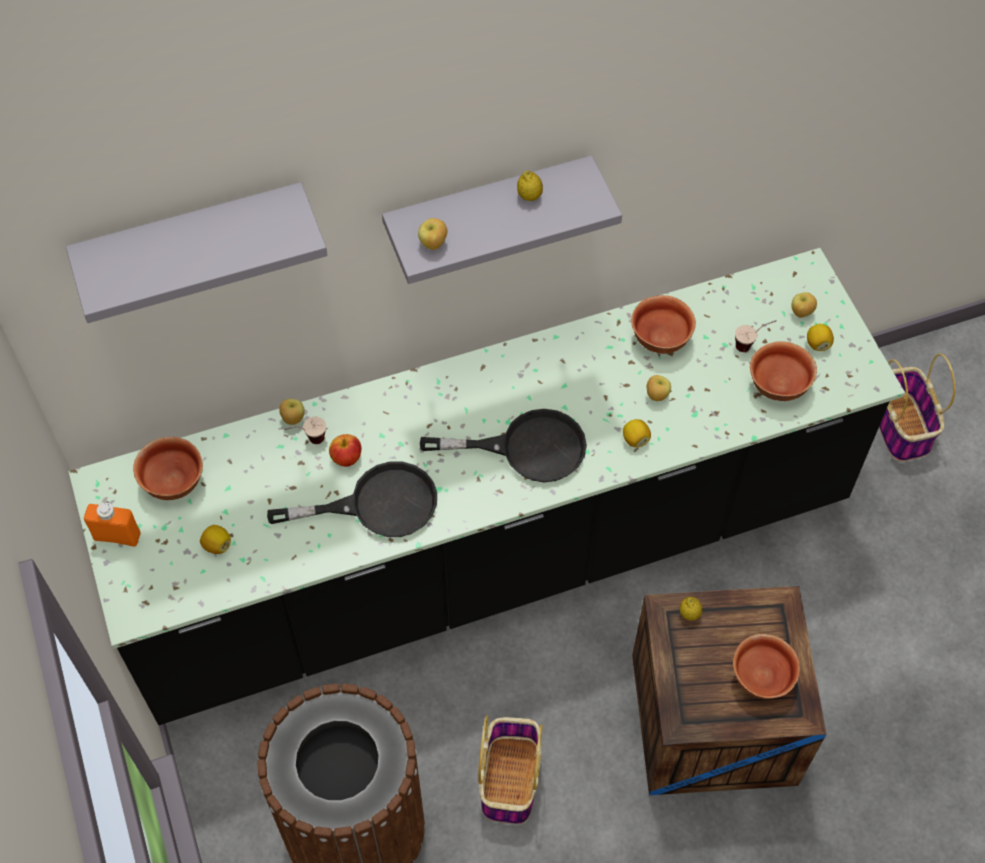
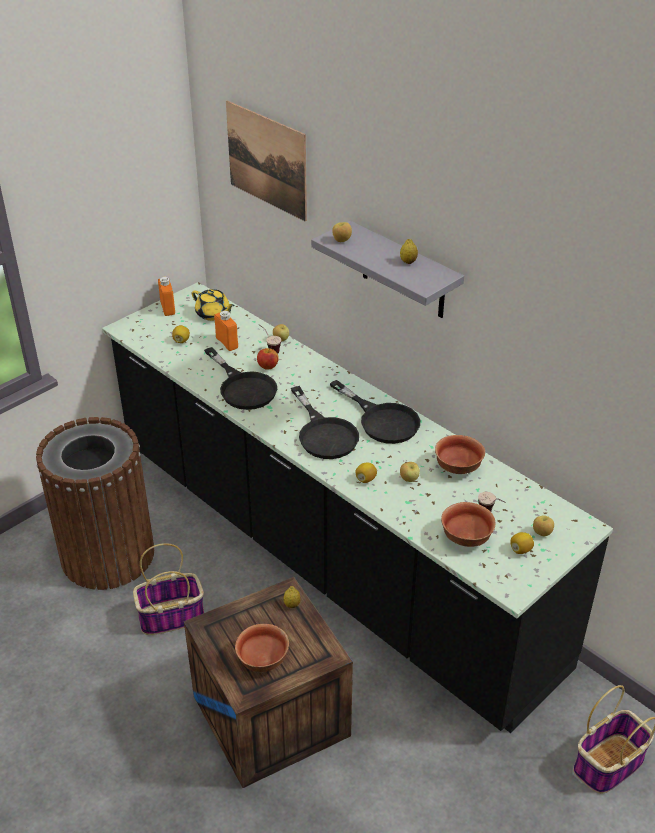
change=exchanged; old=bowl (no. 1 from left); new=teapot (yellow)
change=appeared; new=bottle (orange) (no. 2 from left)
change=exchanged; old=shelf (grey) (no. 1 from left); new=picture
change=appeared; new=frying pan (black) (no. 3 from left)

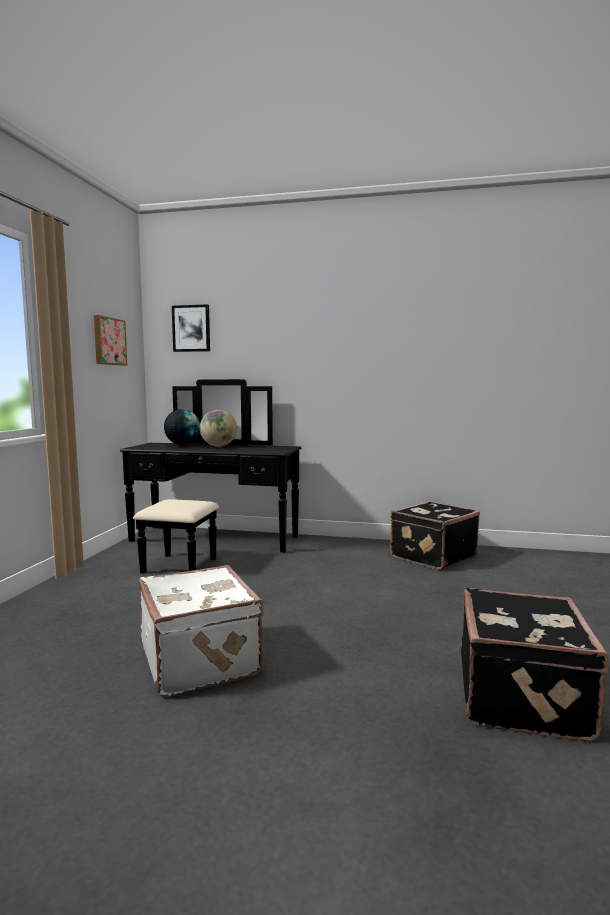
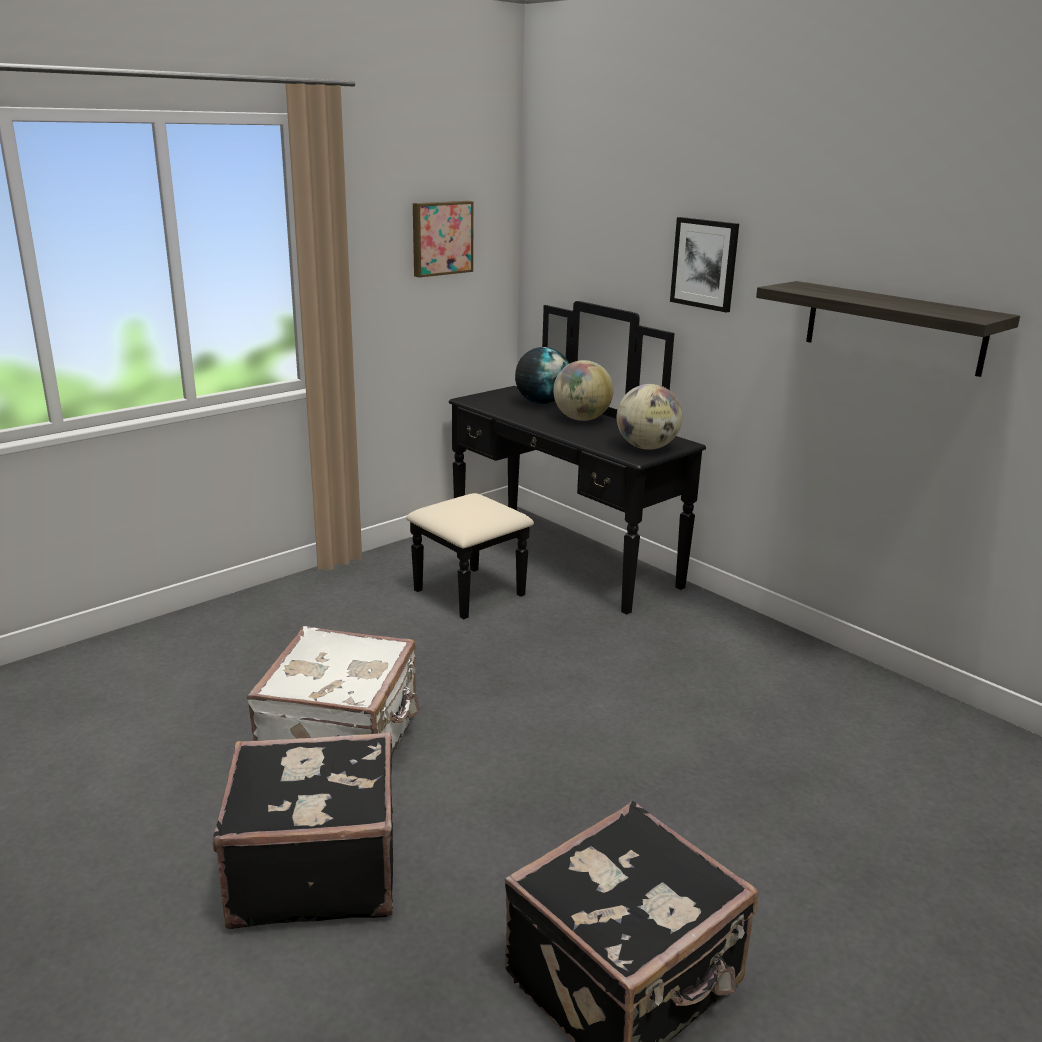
change=relocated; old=suitcase (black) (no. 1 from left)
change=appeared; new=globe (no. 3 from left)
change=relocated; old=picture (no. 2 from left)
change=appeared; new=shelf

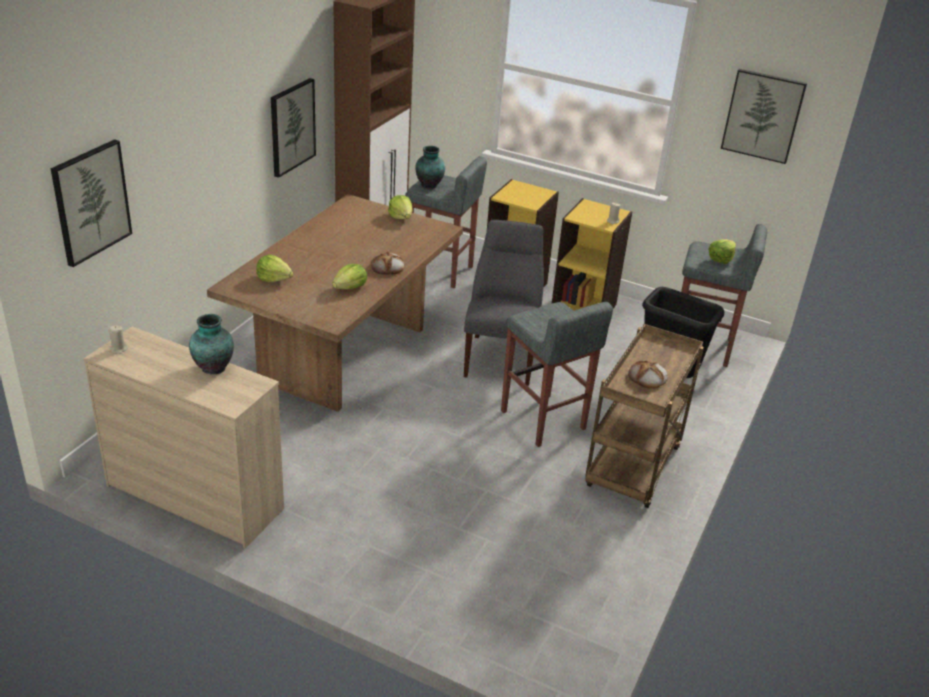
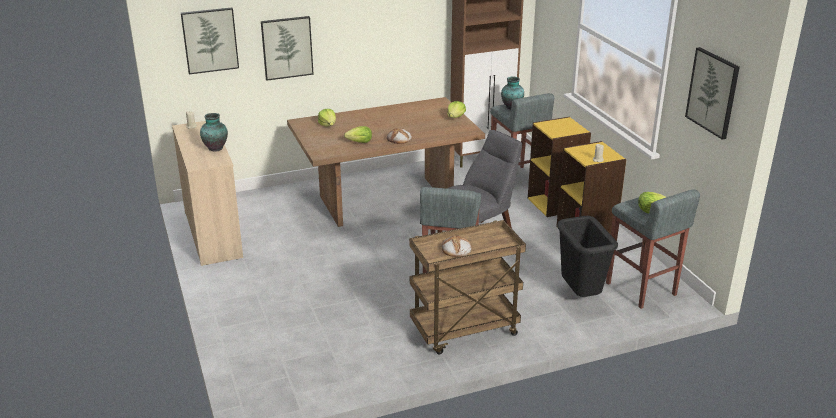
change=relocated; old=picture (no. 2 from left)

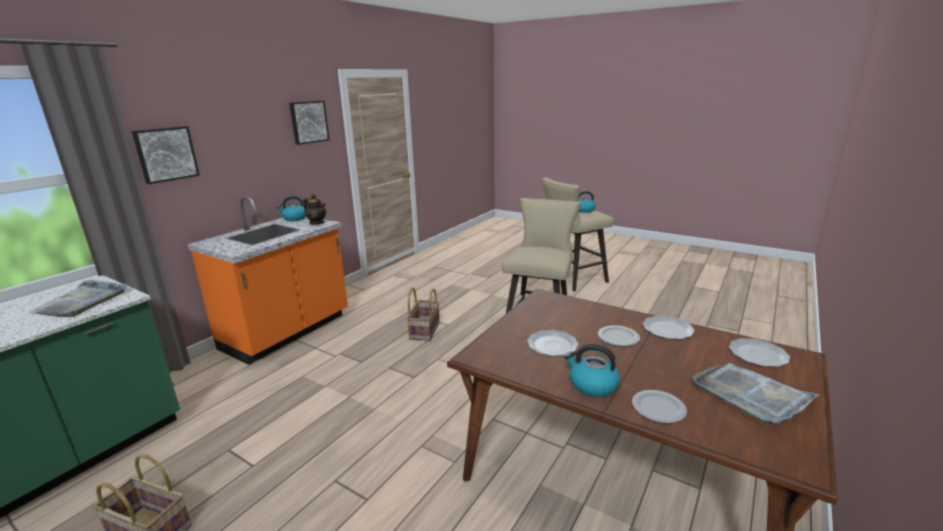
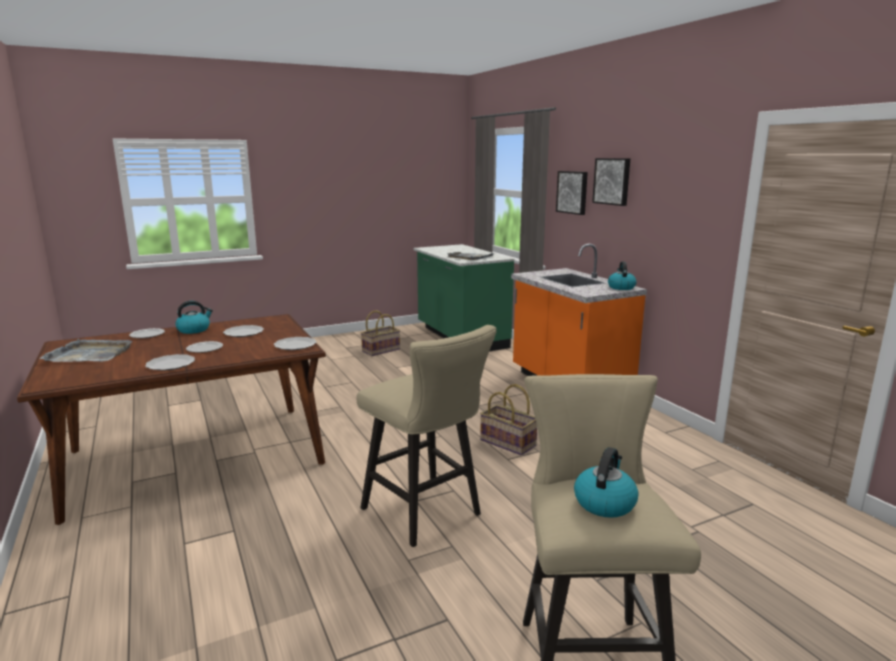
change=relocated; old=plate (no. 5 from left)
change=relocated; old=picture (no. 2 from left)
change=missing; old=teapot

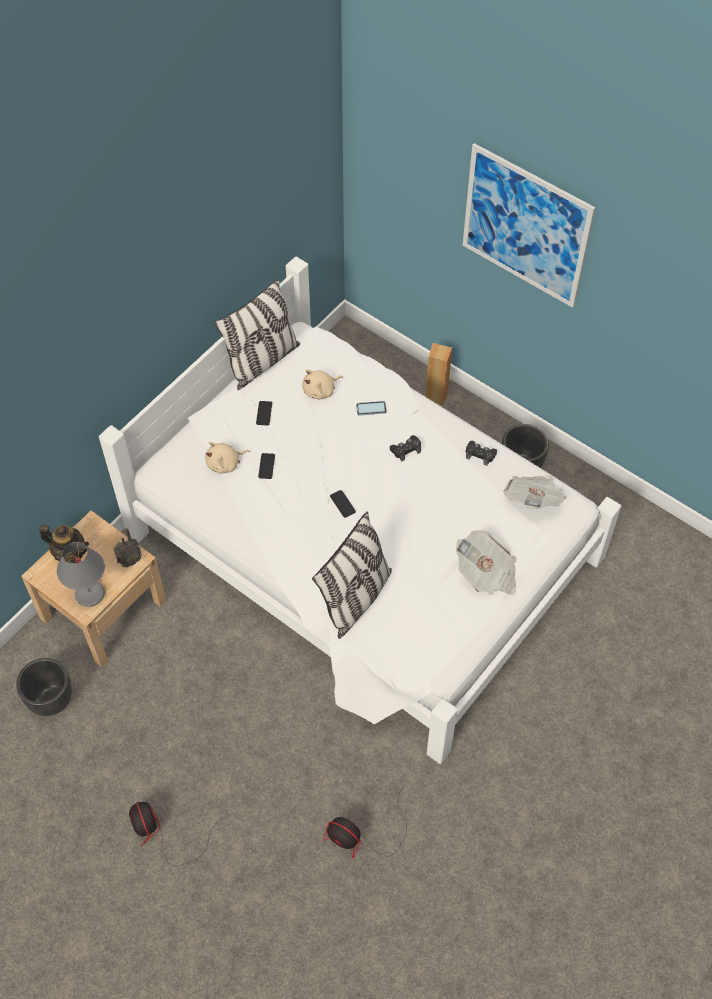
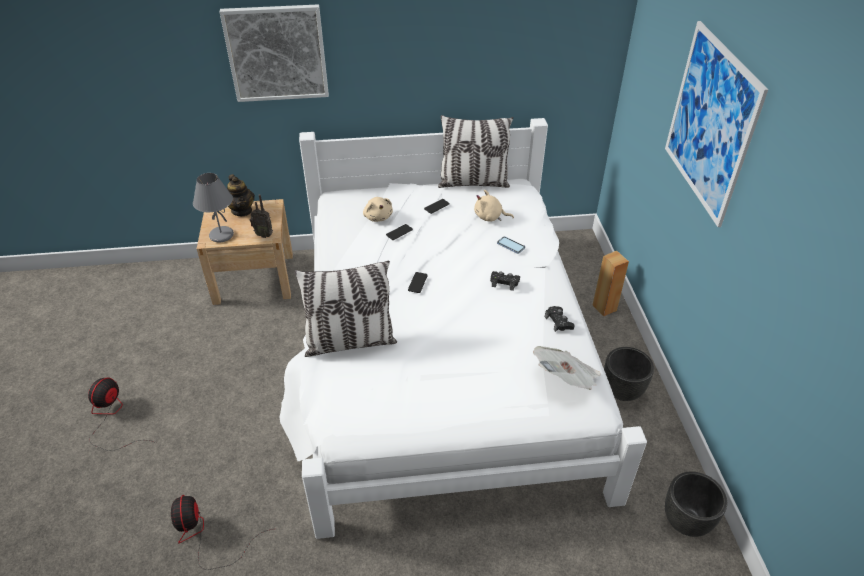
change=appeared; new=picture (no. 1 from left)
change=spun; old=plush toy (beige) (no. 1 from left); degrees=-135
change=relocated; old=planter (black) (no. 1 from left in the first image); new=planter (black) (no. 2 from left)
change=missing; old=newspaper (no. 1 from left)

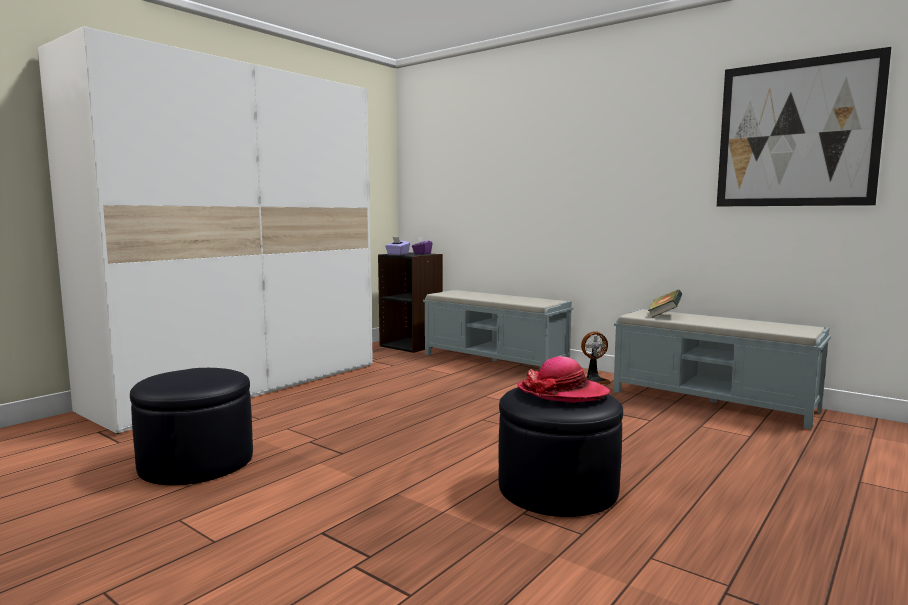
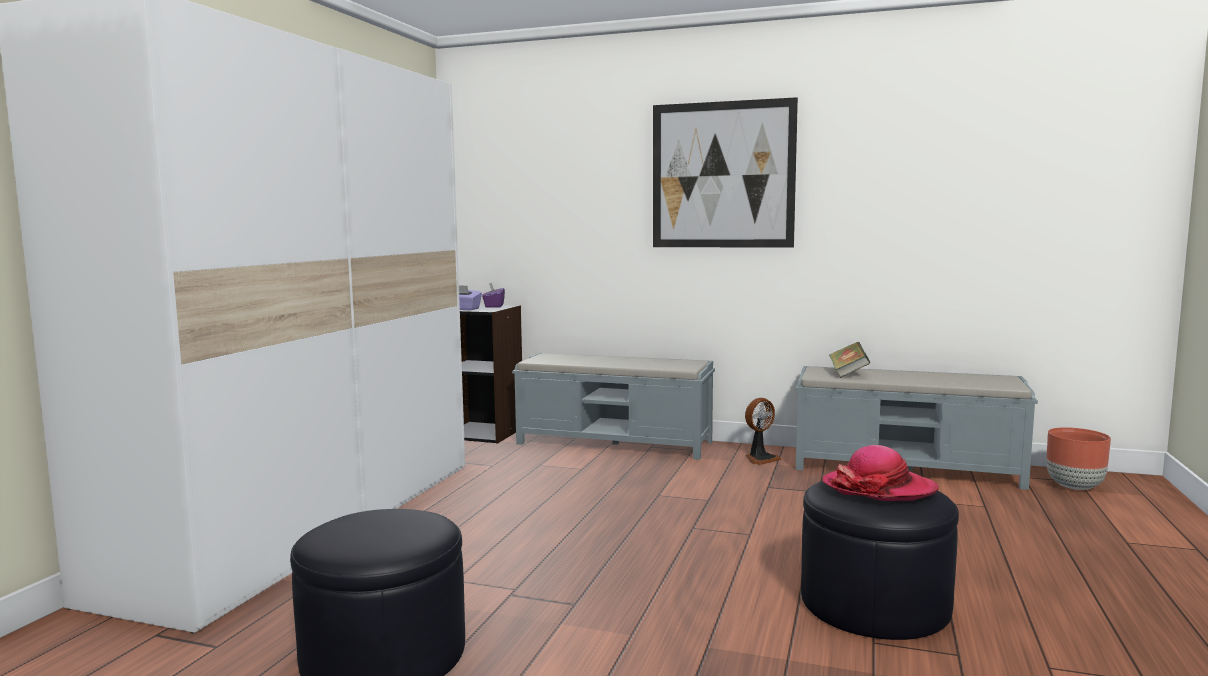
change=relocated; old=picture
change=appeared; new=planter (brown)

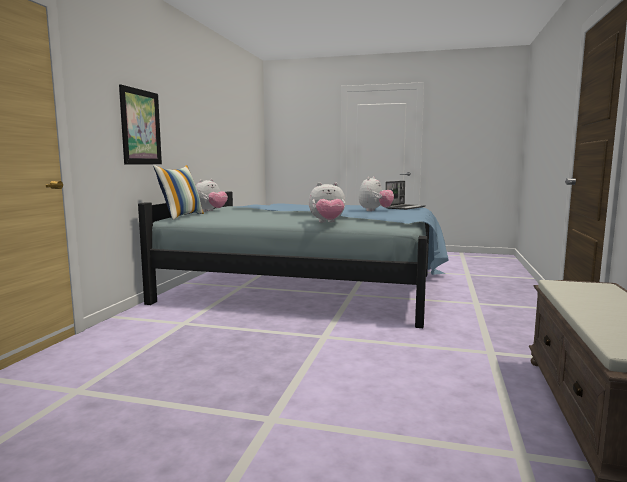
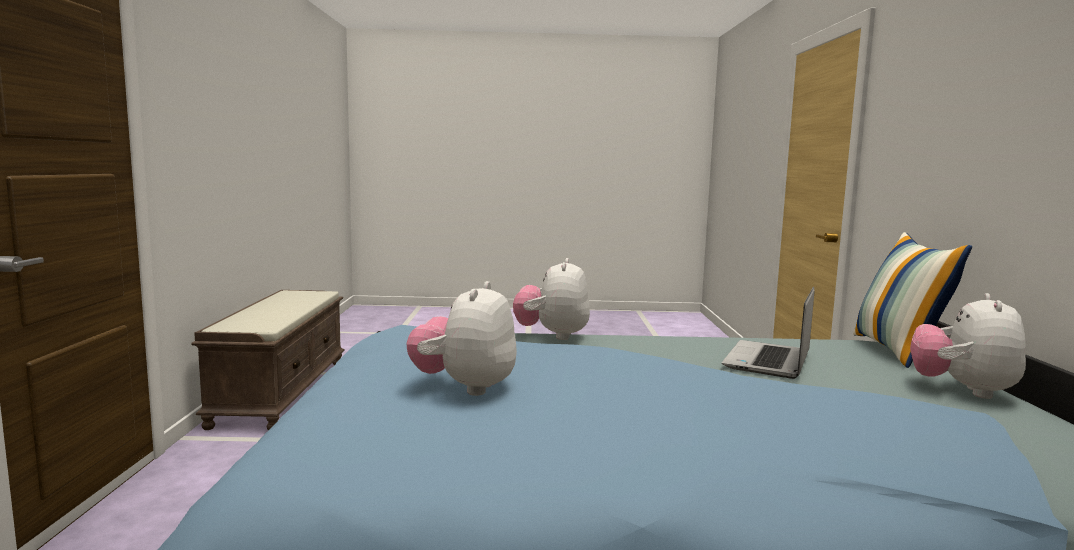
change=spun; old=plush toy (no. 2 from left); degrees=-60
change=relocated; old=laptop
change=missing; old=picture

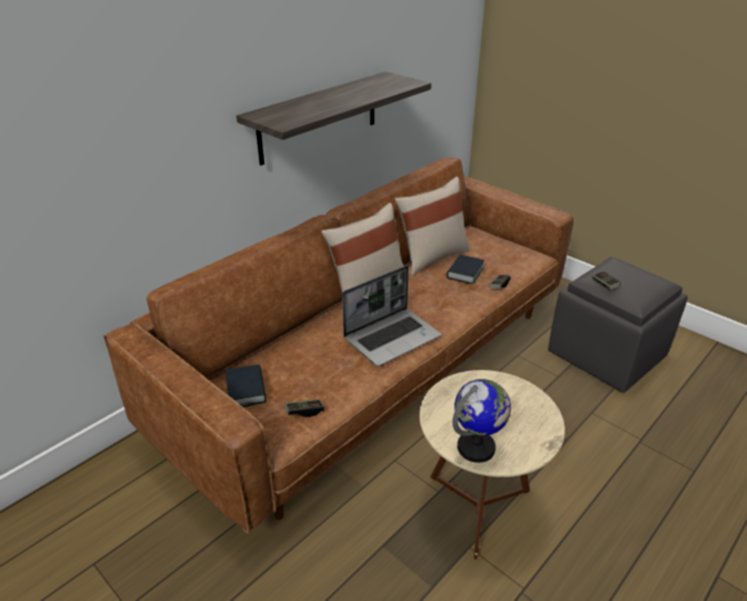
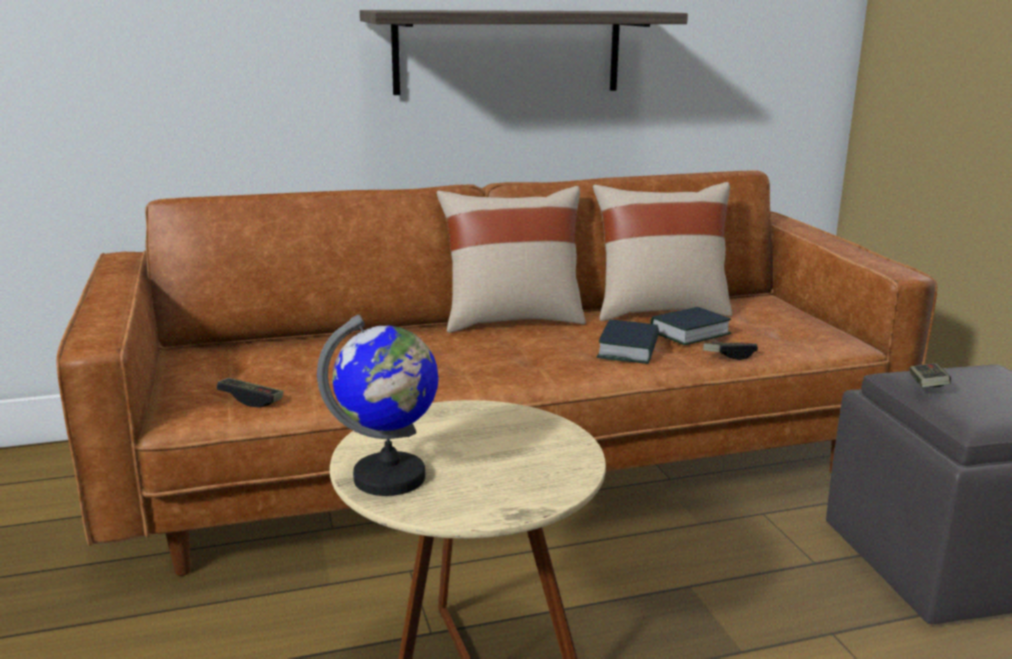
change=relocated; old=book (no. 1 from left)
change=missing; old=laptop

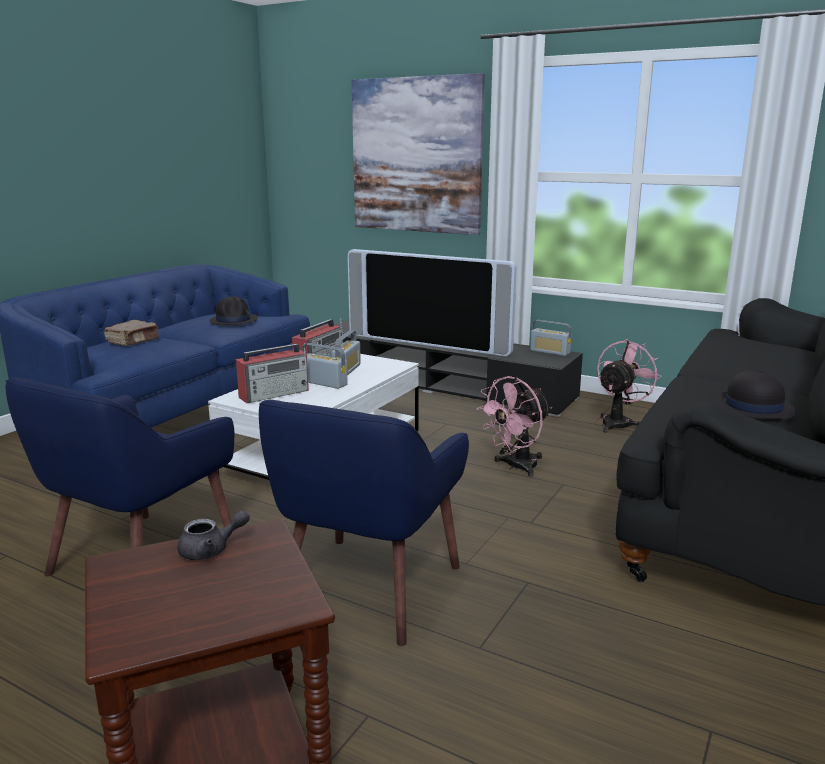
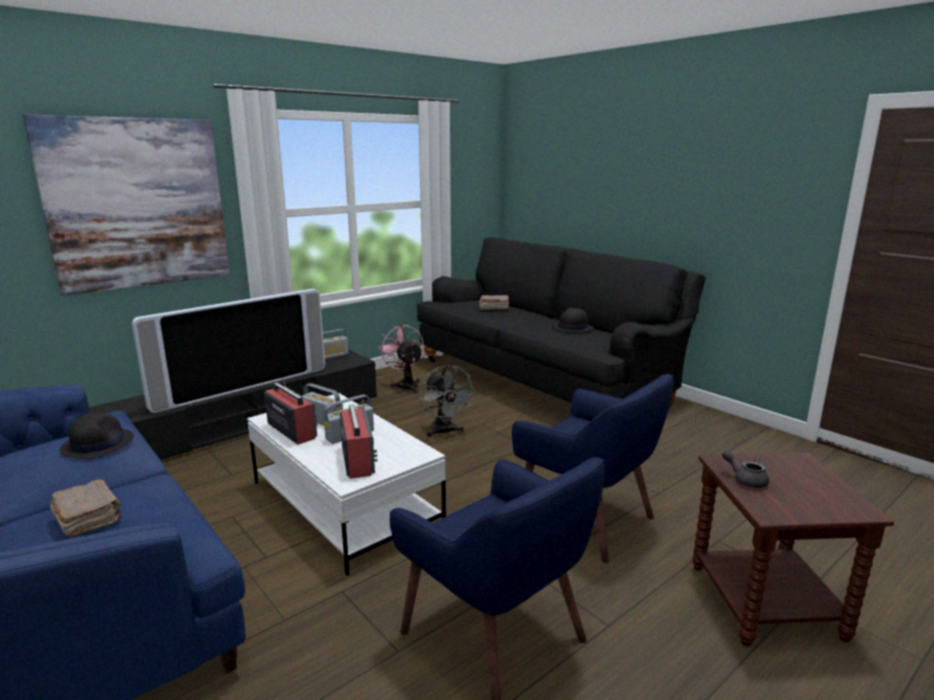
change=colour; old=fan (pink) (no. 1 from left); new=fan (grey)
change=appeared; new=book (brown) (no. 2 from left)
change=spun; old=teapot (grey); degrees=-45

